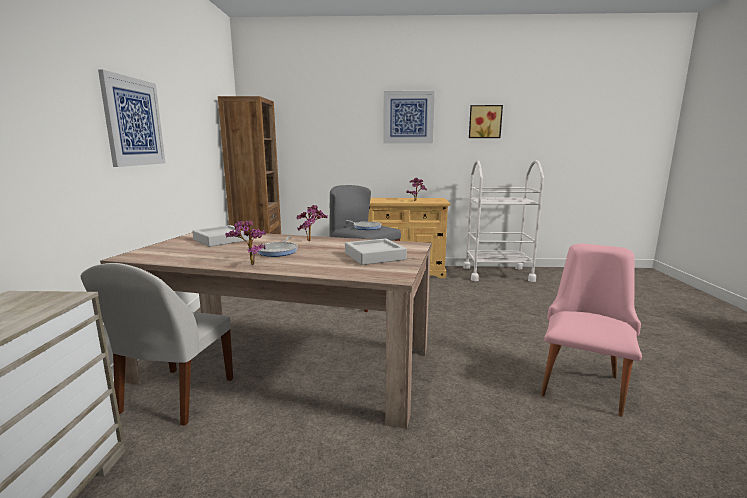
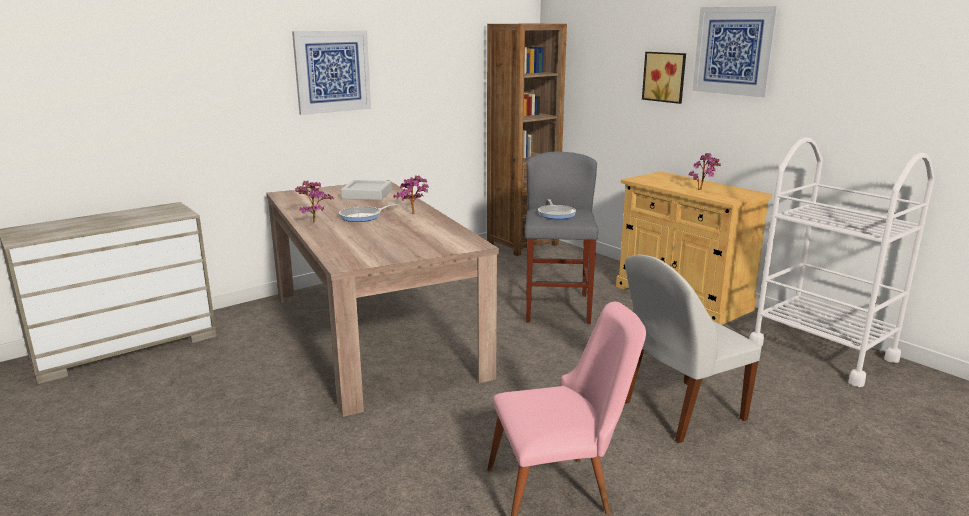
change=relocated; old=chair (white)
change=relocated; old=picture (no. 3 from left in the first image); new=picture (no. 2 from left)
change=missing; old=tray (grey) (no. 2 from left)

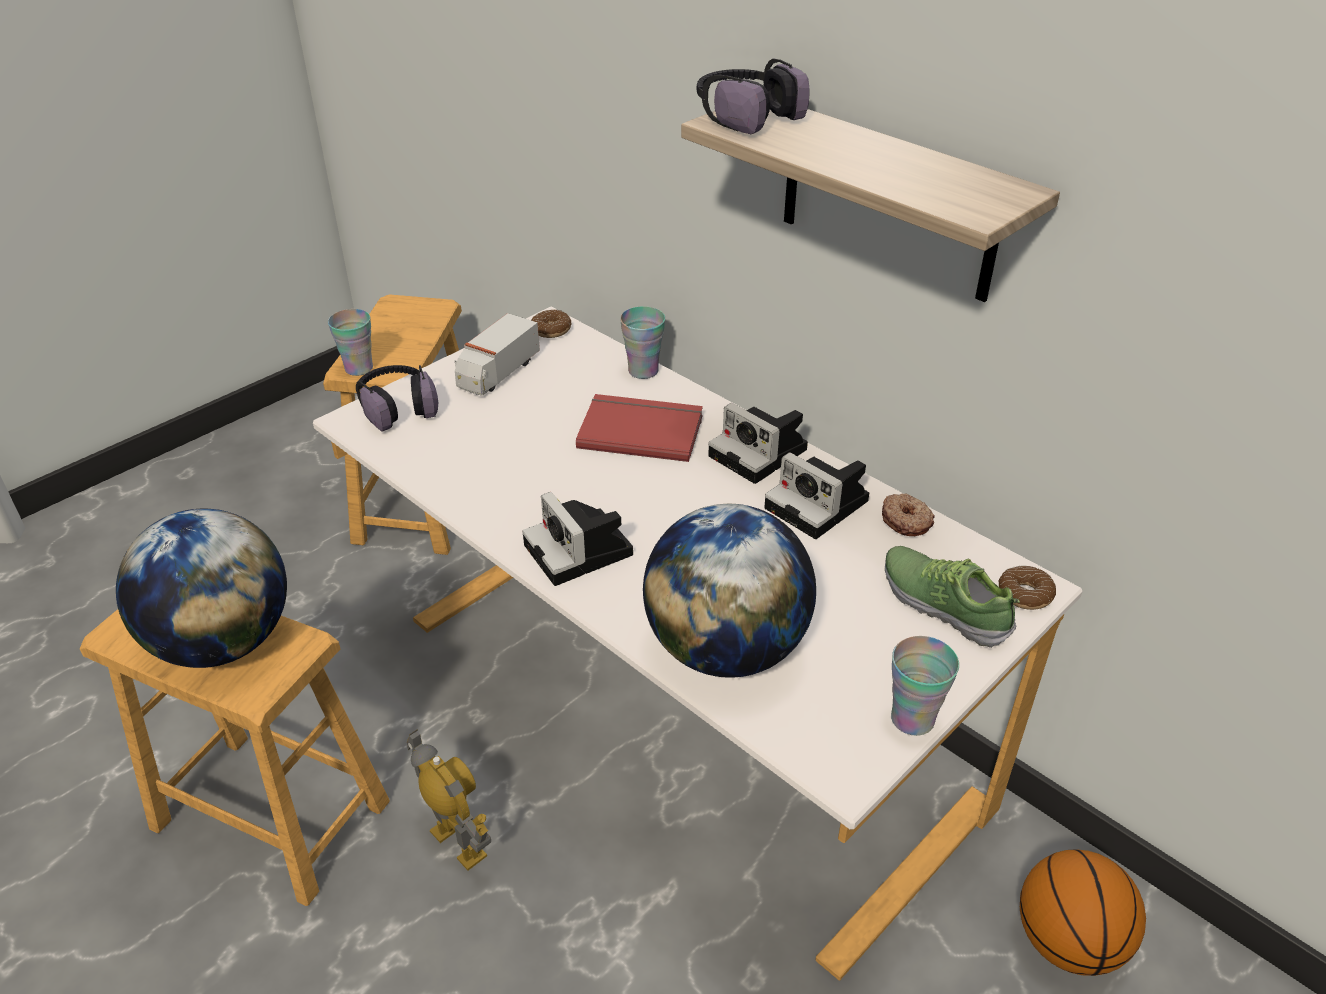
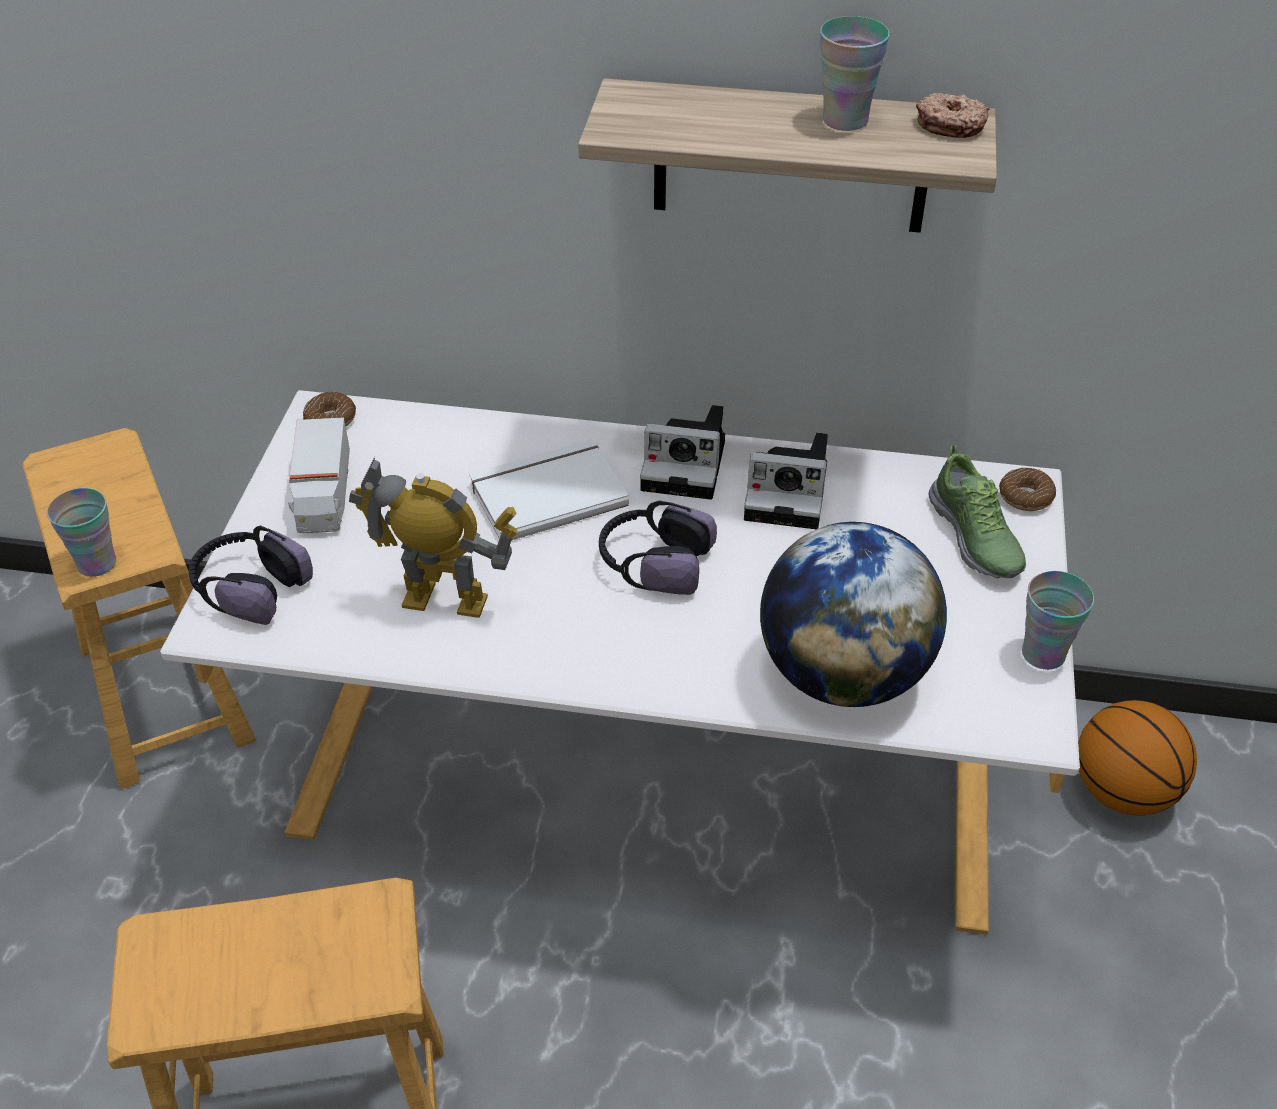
change=relocated; old=toy robot
change=colour; old=book (red); new=book (white)
change=relocated; old=headphones (no. 2 from left)
change=relocated; old=cup (no. 2 from left)
change=relocated; old=donut (no. 2 from left)
change=spun; old=shoe; degrees=-120
change=missing; old=globe (no. 1 from left)
change=missing; old=photo camera (no. 1 from left)

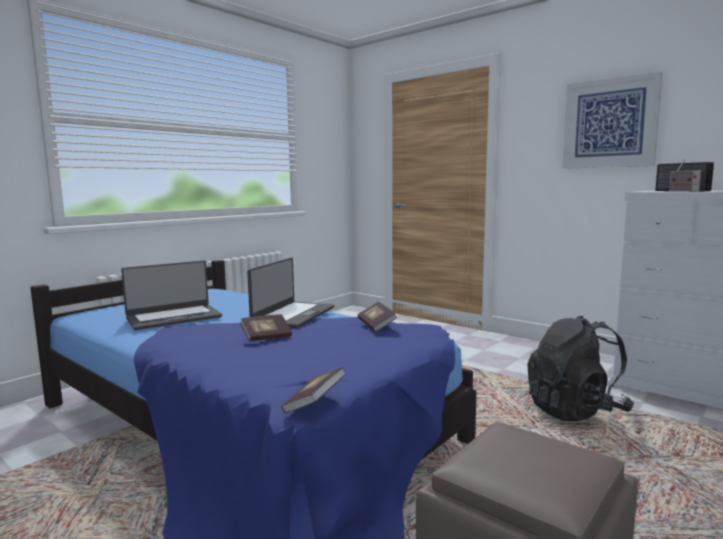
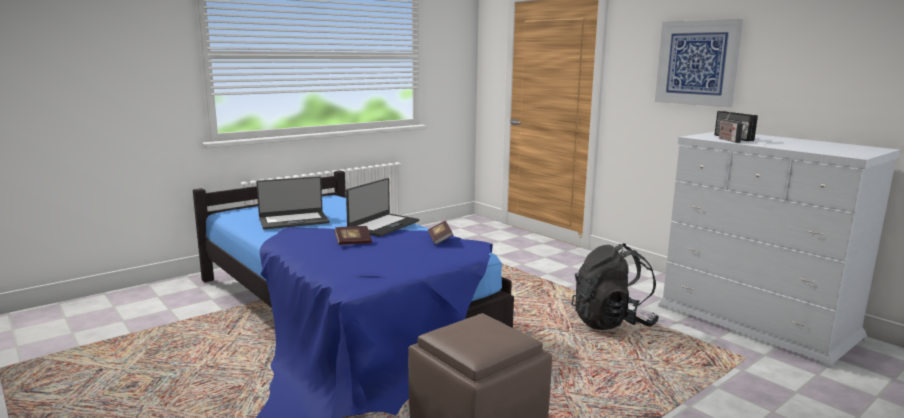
change=missing; old=book (no. 2 from left)

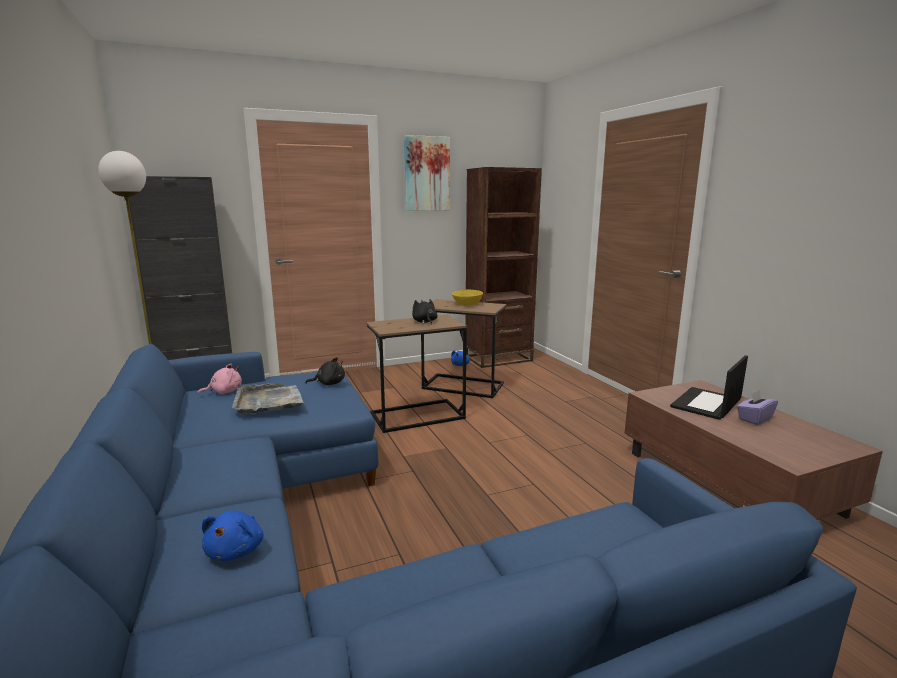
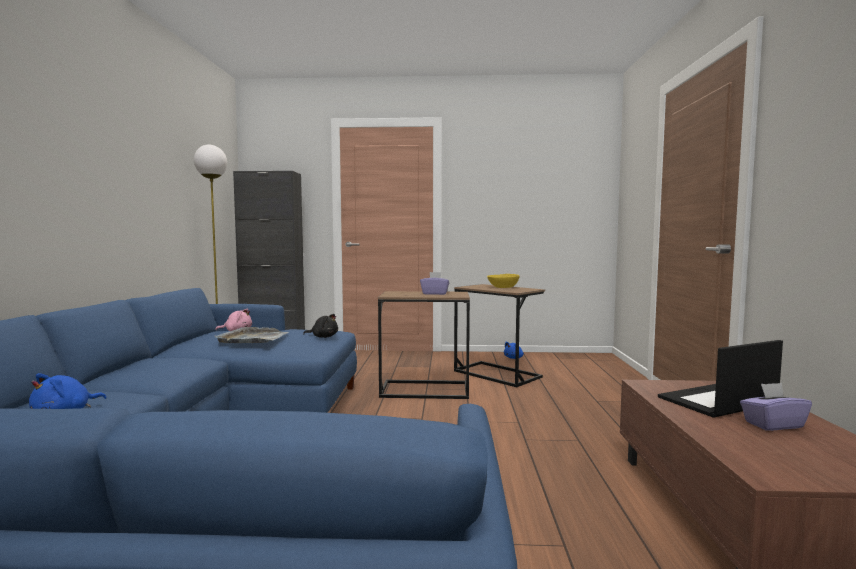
change=exchanged; old=plush toy (black) (no. 2 from left); new=tissue box (purple) (no. 1 from left)
change=missing; old=picture
change=missing; old=bookcase (brown)

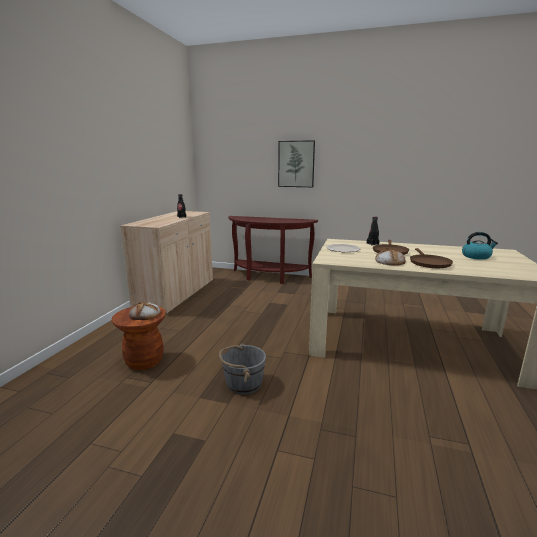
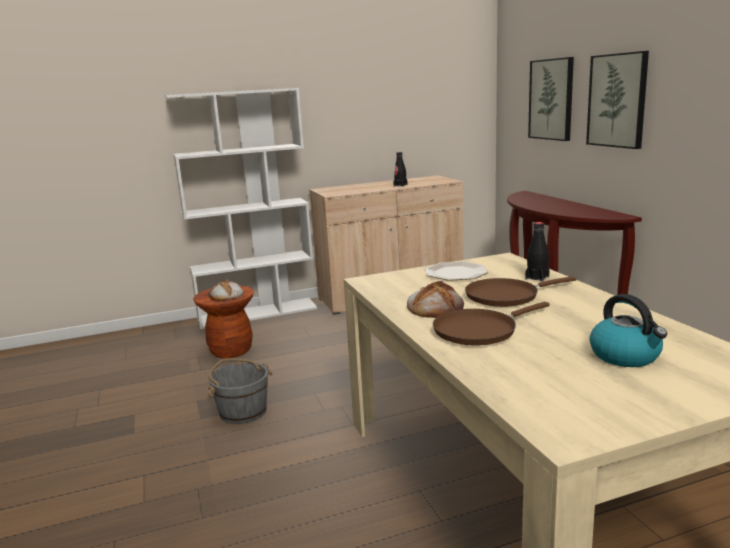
change=appeared; new=bookcase (white)
change=appeared; new=picture (no. 1 from left)

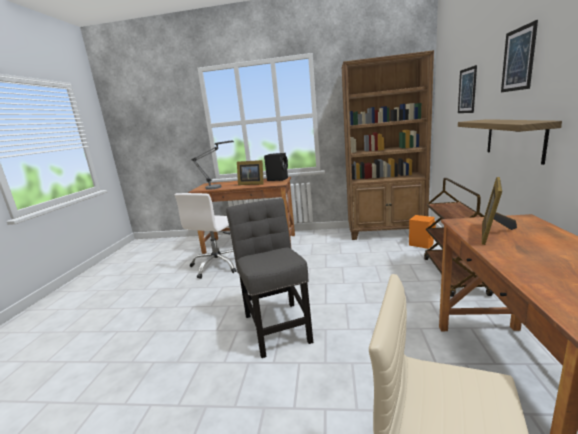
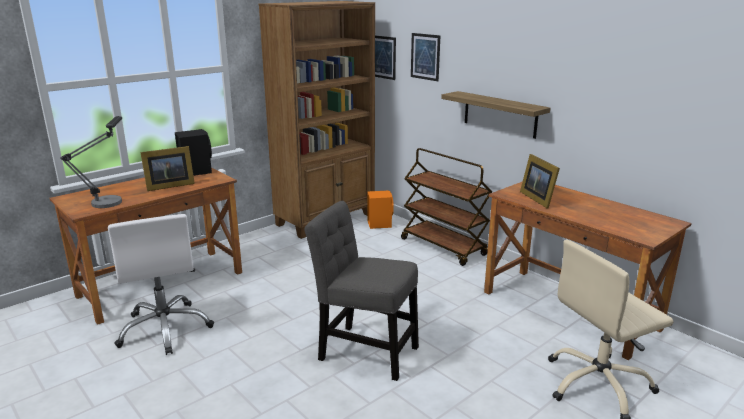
change=relocated; old=picture (no. 2 from left in the first image); new=picture (no. 1 from left)

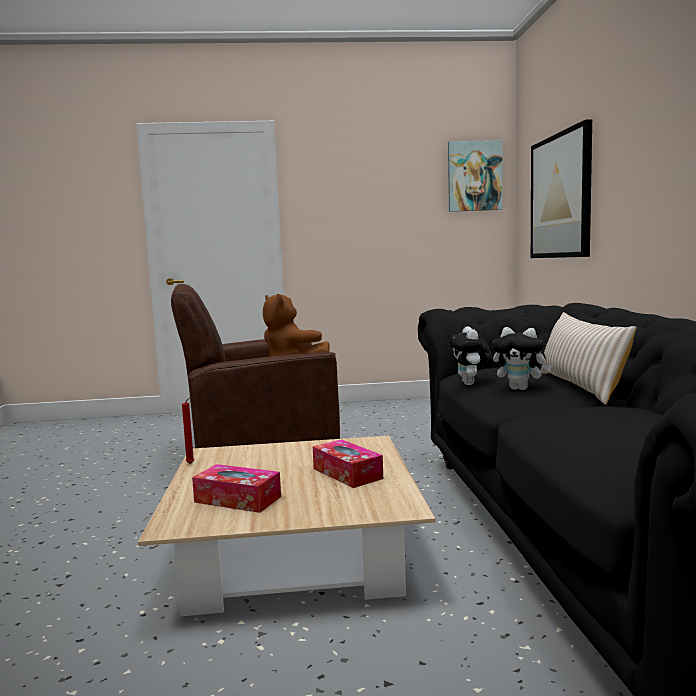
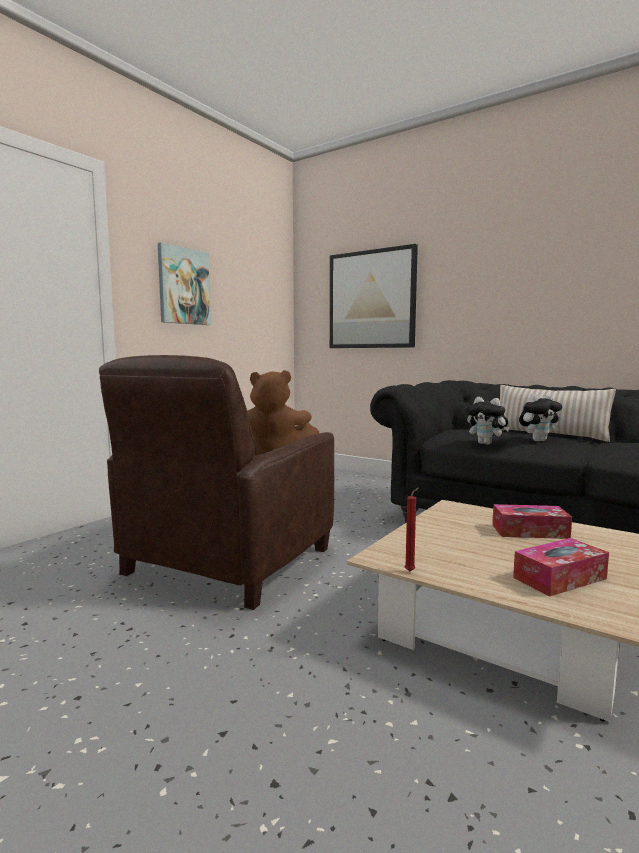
change=relocated; old=picture (no. 1 from left)

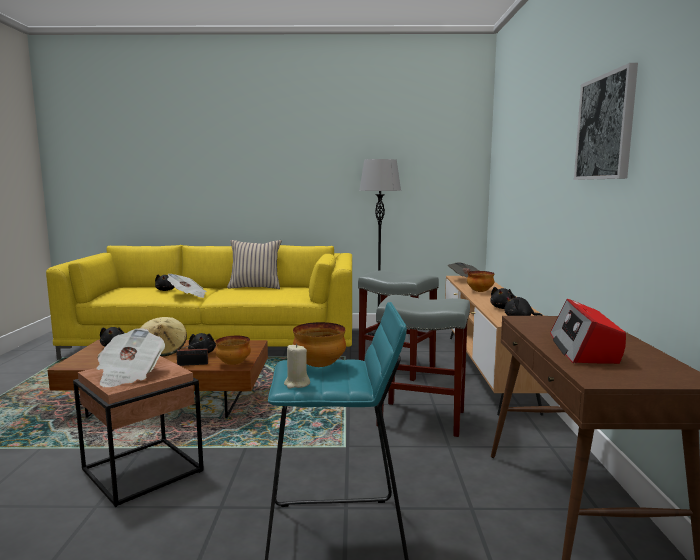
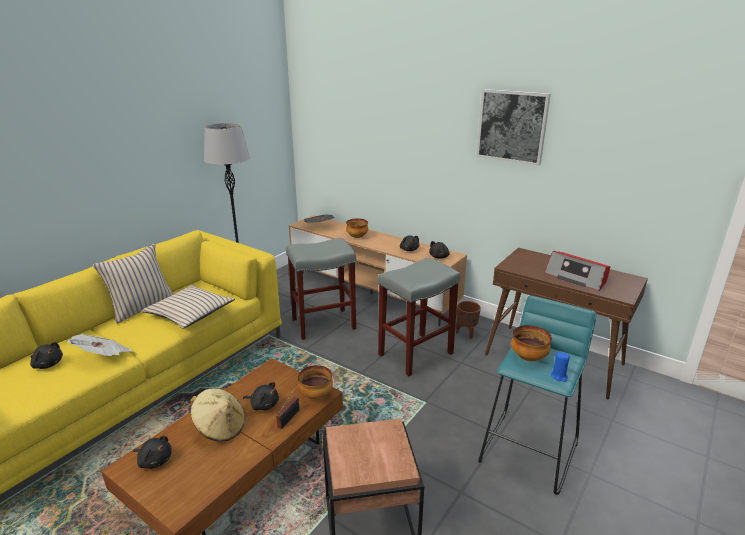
change=appeared; new=pillow (beige) (no. 2 from left)
change=appeared; new=planter (brown)
change=colour; old=candle (beige); new=candle (blue)
change=missing; old=newspaper (no. 1 from left)

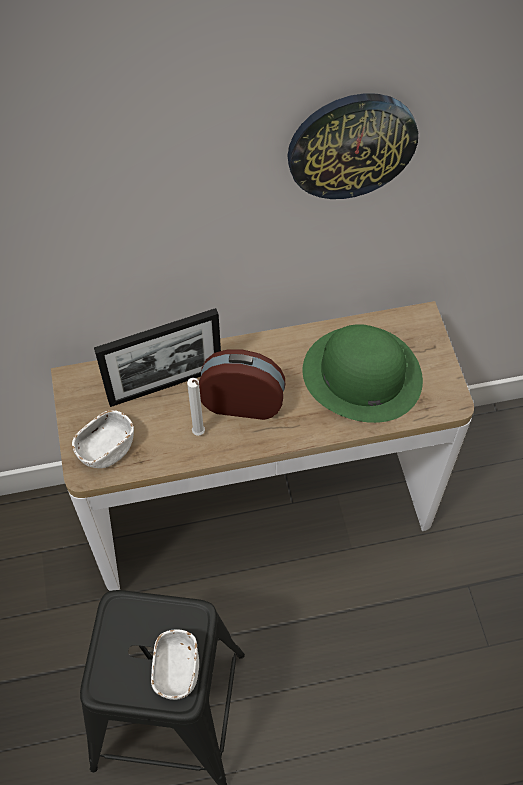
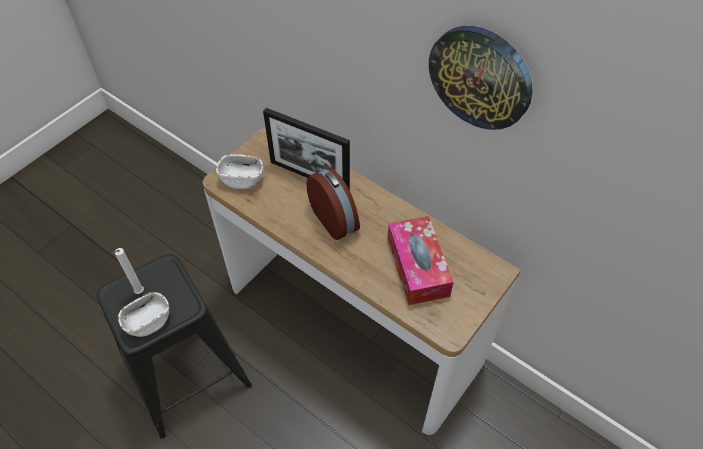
change=relocated; old=candle (white)
change=exchanged; old=hat (green); new=tissue box

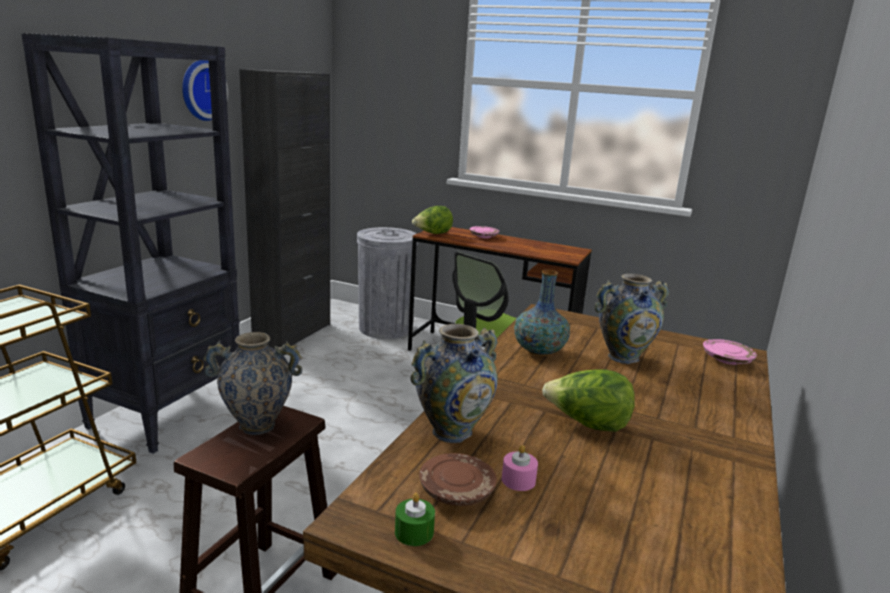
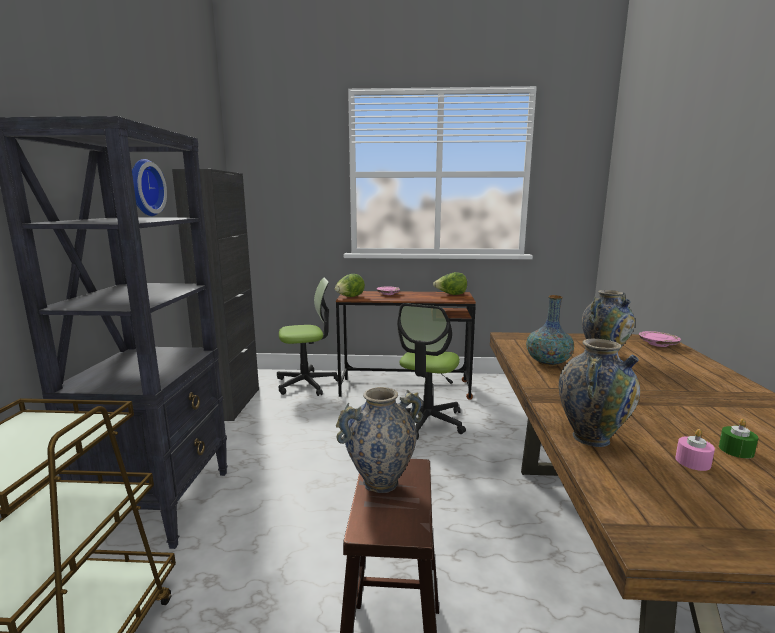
change=exchanged; old=trash can (grey); new=office chair (no. 1 from left)
change=relocated; old=lettuce (no. 2 from left)
change=relocated; old=candle (green)
change=missing; old=plate (brown)

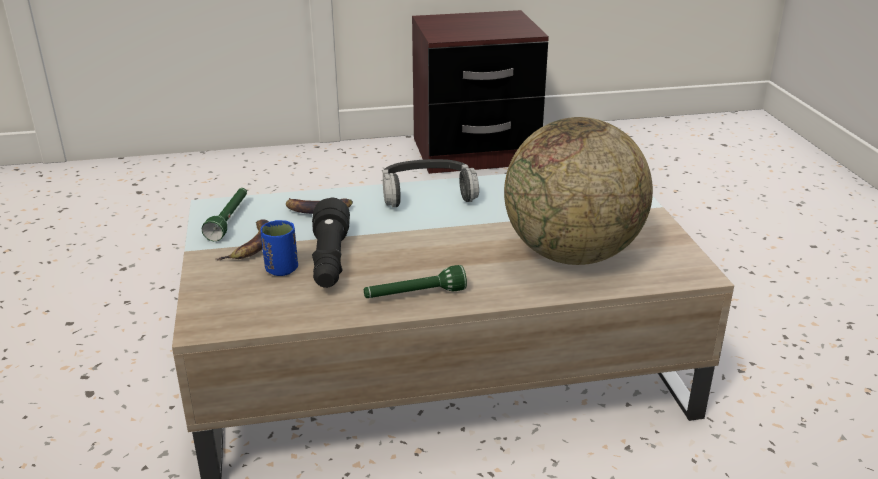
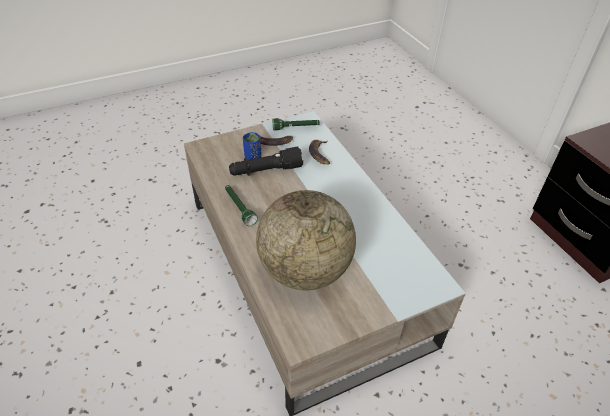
change=missing; old=headphones

